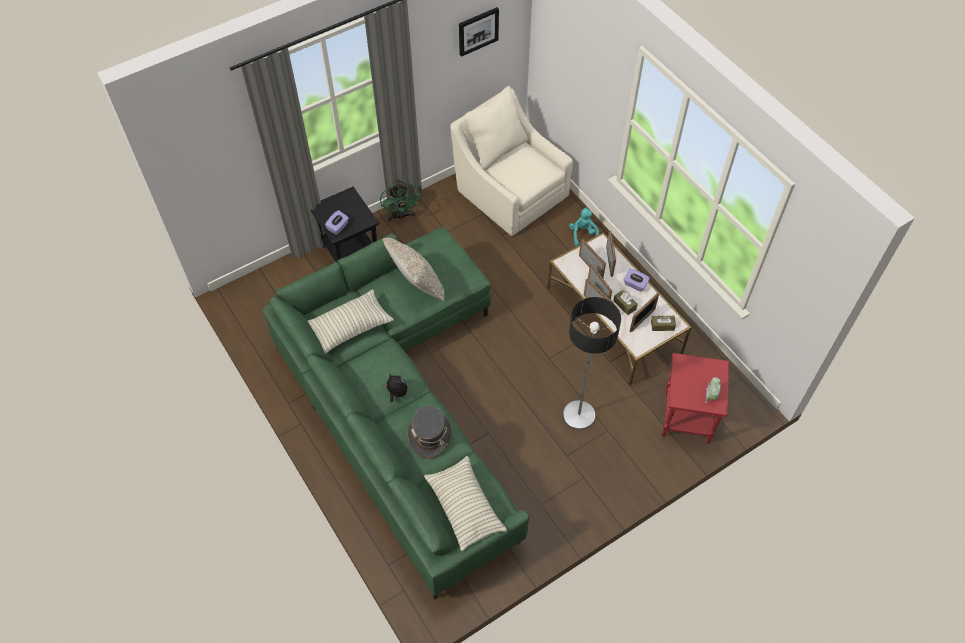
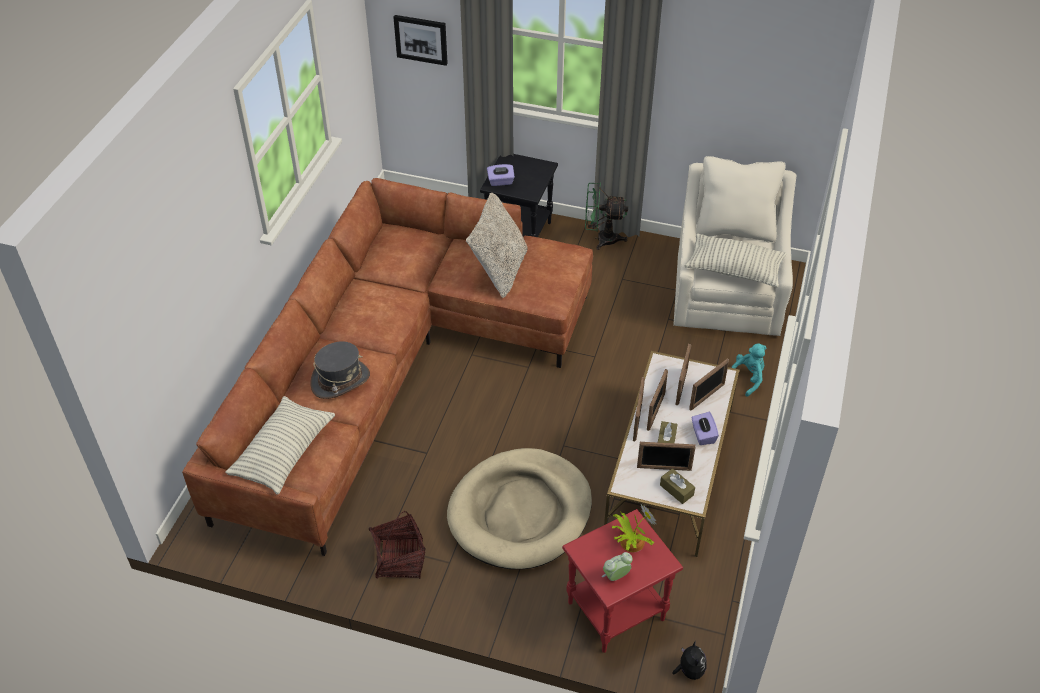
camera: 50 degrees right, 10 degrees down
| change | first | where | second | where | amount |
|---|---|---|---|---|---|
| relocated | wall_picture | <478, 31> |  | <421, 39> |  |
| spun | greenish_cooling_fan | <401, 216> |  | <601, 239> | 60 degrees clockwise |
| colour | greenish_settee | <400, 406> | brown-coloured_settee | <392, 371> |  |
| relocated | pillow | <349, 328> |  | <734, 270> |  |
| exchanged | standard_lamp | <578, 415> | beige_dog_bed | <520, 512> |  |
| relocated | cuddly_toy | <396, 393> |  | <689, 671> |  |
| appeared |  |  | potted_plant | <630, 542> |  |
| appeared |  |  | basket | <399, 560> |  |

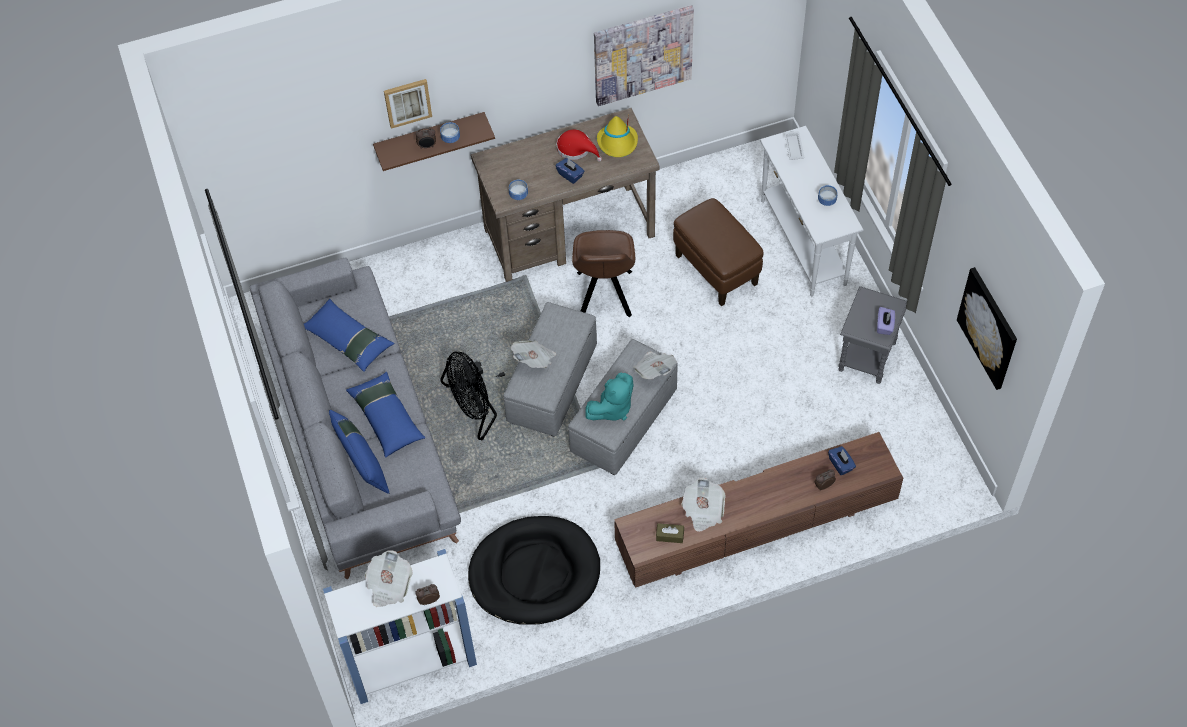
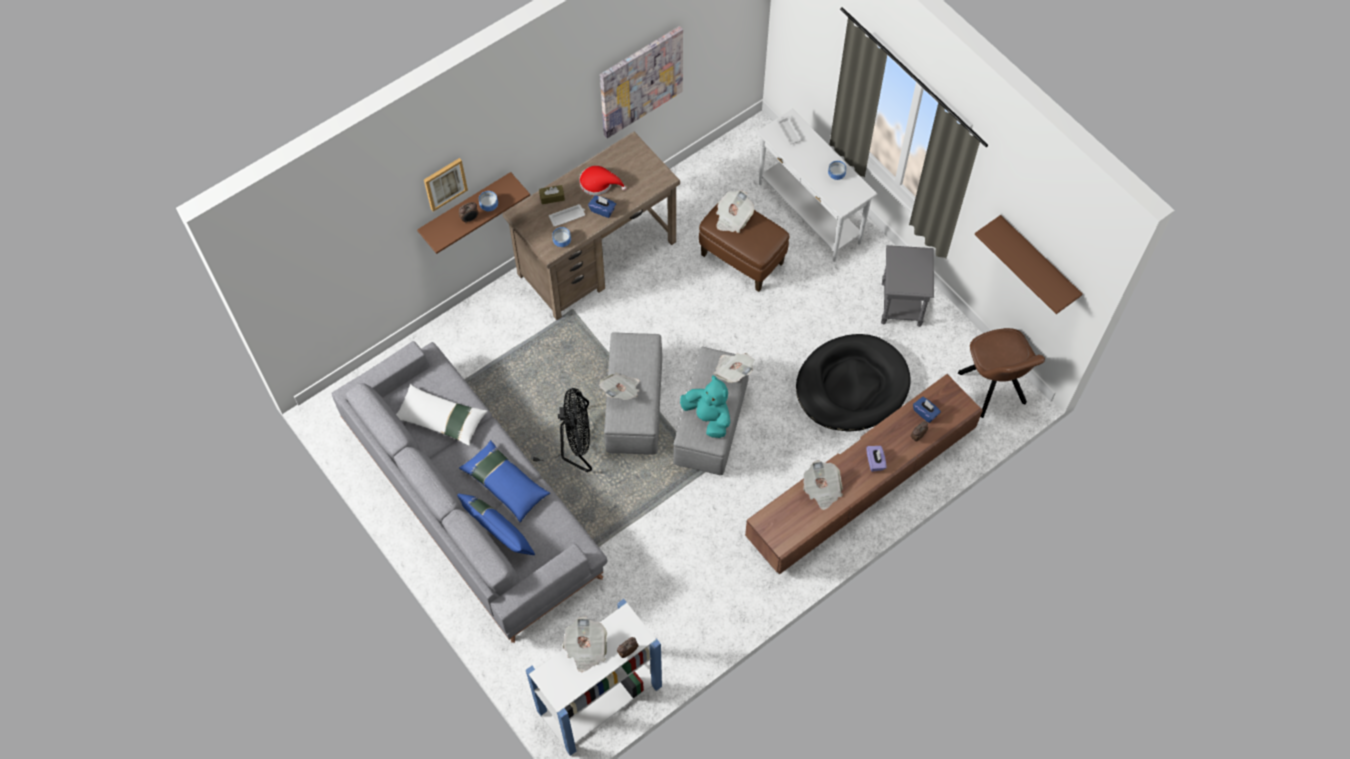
camera: 20 degrees left, 5 degrees up
| change | first | where | second | where | amount |
|---|---|---|---|---|---|
| missing | yellowish_clothing_hat | <617, 143> |  |  |  |
| relocated | brown-coloured_upright_chair | <604, 294> |  | <992, 388> |  |
| exchanged | wall_picture | <988, 328> | brown-coloured_bracket_shelf | <1037, 262> |  |
| colour | blue-coloured_pillow | <348, 340> | whitish_pillow | <441, 419> |  |
| relocated | purplish_tissue_holder | <884, 326> |  | <875, 462> |  |
| spun | black-coloured_cooling_fan | <476, 404> |  | <572, 443> | 135 degrees counterclockwise |
| spun | turquoise-coloured_cuddly_toy | <612, 408> |  | <708, 417> | 75 degrees counterclockwise |
| relocated | black-coloured_dog_bed | <534, 573> |  | <852, 386> |  |
| relocated | brown-coloured_tissue_holder | <670, 536> |  | <552, 197> |  |
| appeared |  |  | daily_paper | <732, 218> |  |
| appeared |  |  | whitish_serving_tray | <568, 216> |  |

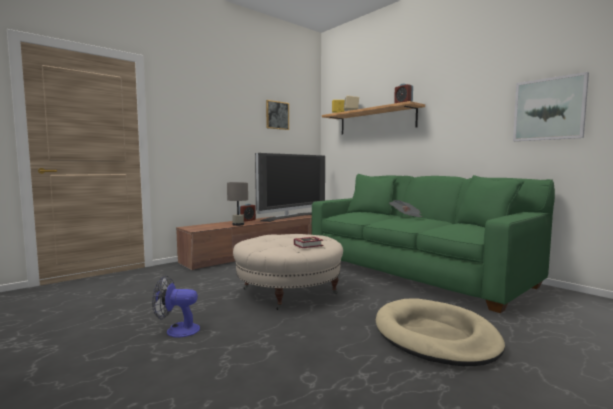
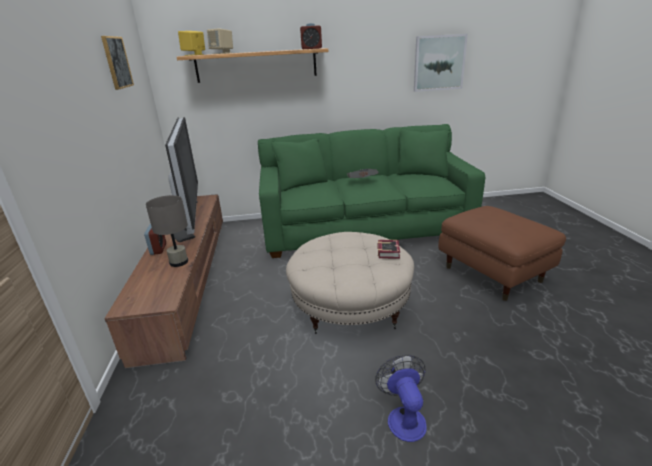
camera: 55 degrees left, 20 degrees up
| change | first | where | second | where | amount |
|---|---|---|---|---|---|
| spun | cooling_fan | <177, 330> |  | <404, 417> | 135 degrees clockwise |
| exchanged | beige_dog_bed | <435, 336> | brown-coloured_footrest | <493, 275> |  |

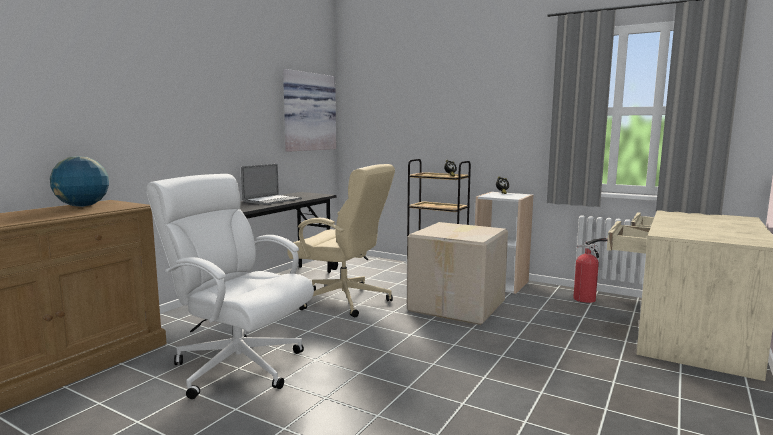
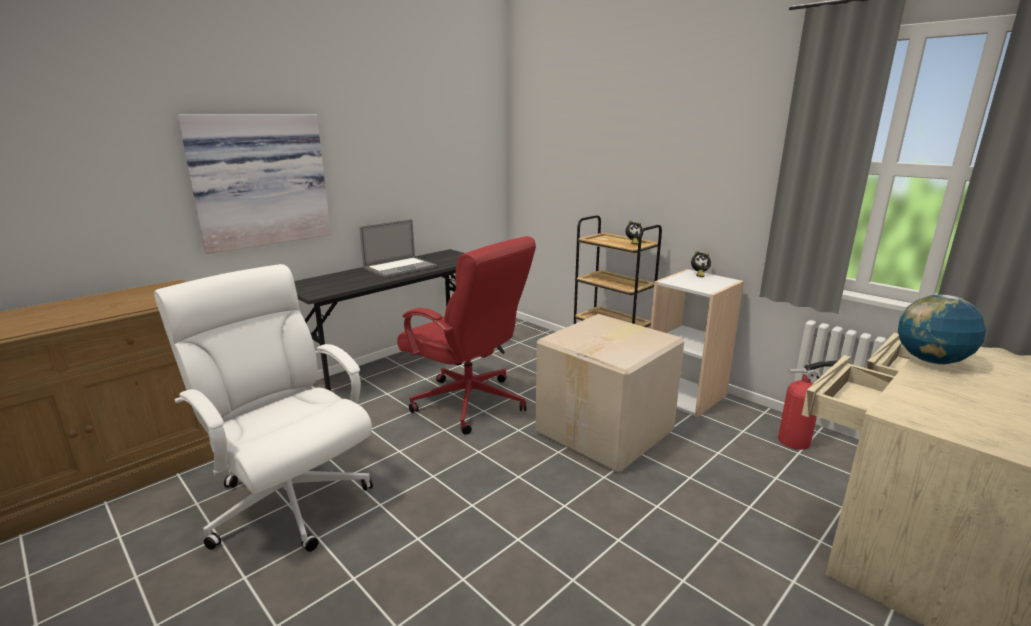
camera: 15 degrees right, 10 degrees up
| change | first | where | second | where | amount |
|---|---|---|---|---|---|
| relocated | wall_picture | <308, 112> |  | <260, 180> |  |
| relocated | world_globe | <82, 206> |  | <931, 360> |  |
| colour | beige_computer_chair | <343, 300> | reddish_computer_chair | <469, 402> |  |

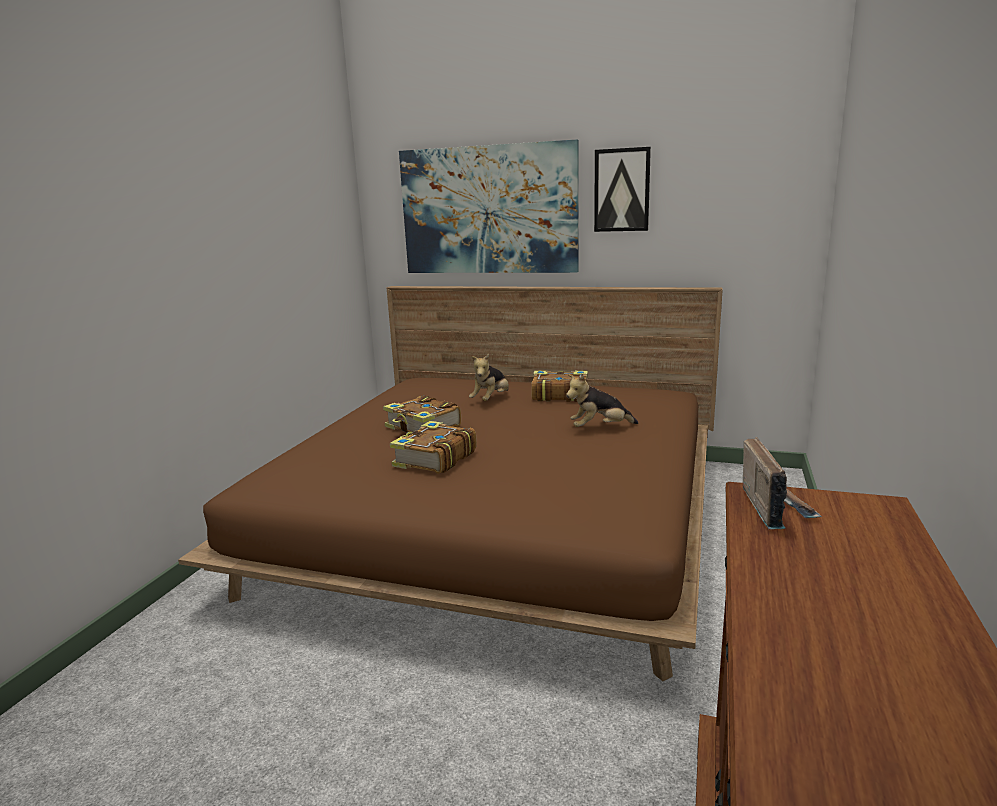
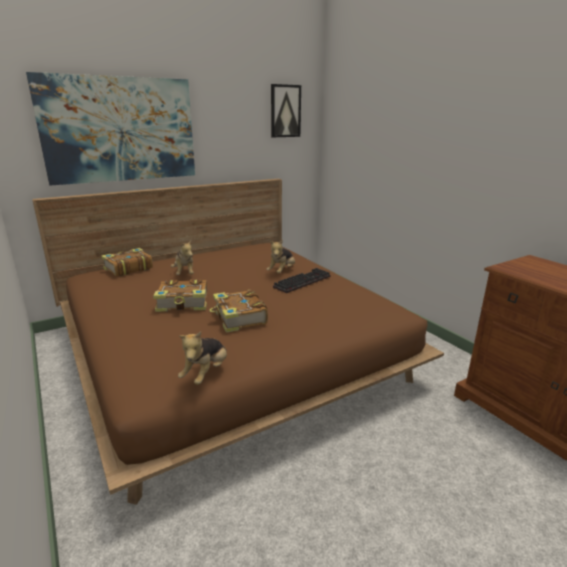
camera: 50 degrees left, 5 degrees up
| change | first | where | second | where | amount |
|---|---|---|---|---|---|
| relocated | wall_picture | <622, 190> |  | <285, 111> |  |
| relocated | book | <558, 395> |  | <128, 269> |  |
| missing | radio_set | <774, 508> |  |  |  |
| appeared |  |  | computer_keyboard | <302, 281> |  |
| appeared |  |  | cuddly_toy | <206, 373> |  |

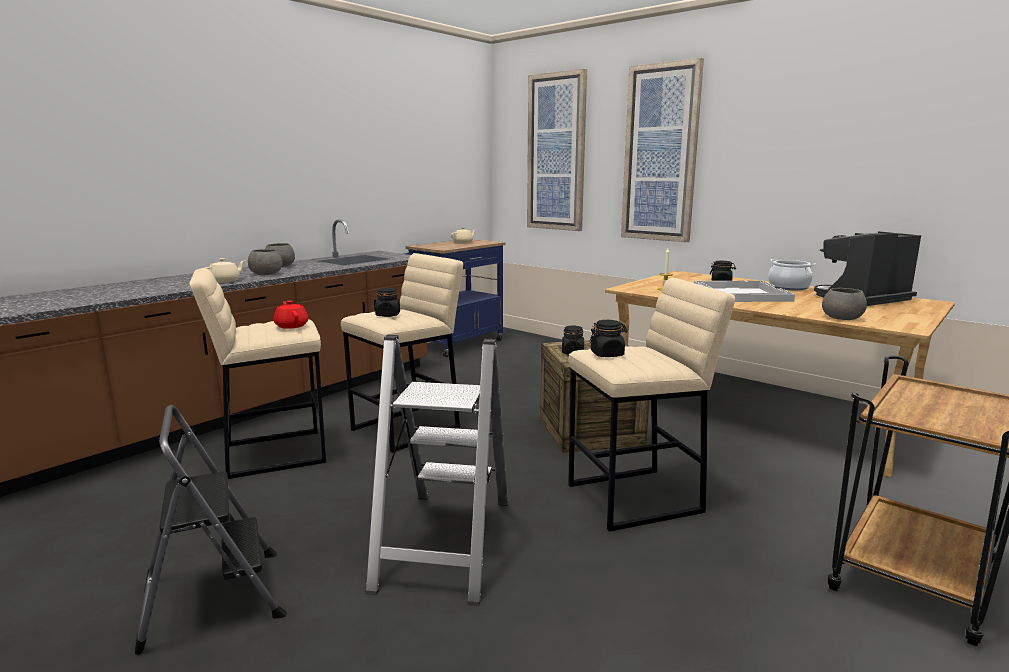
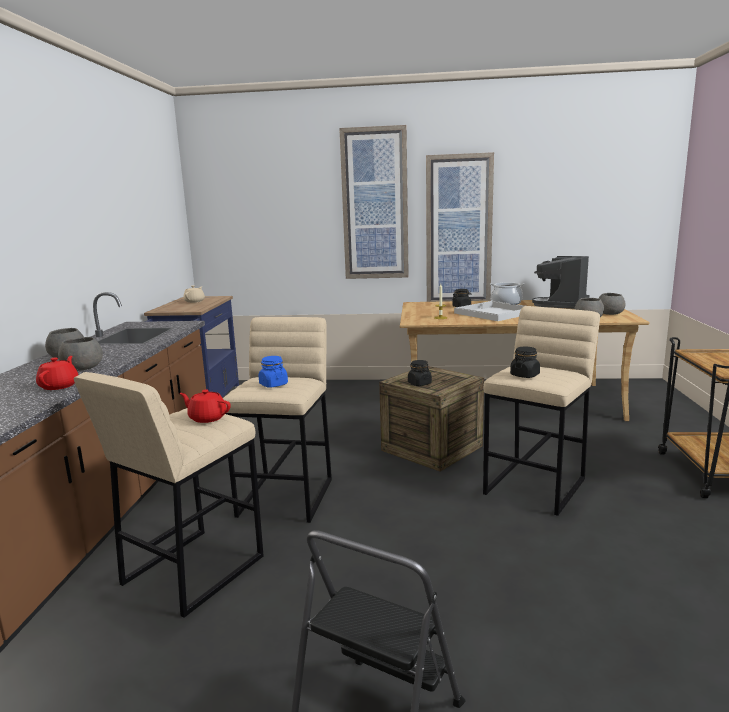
camera: 35 degrees left, 0 degrees up
| change | first | where | second | where | amount |
|---|---|---|---|---|---|
| relocated | wall_picture | <556, 153> |  | <458, 231> |  |
| colour | beige_tea_pot | <225, 281> | reddish_tea_pot | <59, 386> |  |
| colour | black-coloured_preserve_jar | <388, 315> | blue-coloured_preserve_jar | <273, 384> |  |
| missing | gray_step_stool | <444, 544> |  |  |  |
| appeared |  |  | gray_bowl | <609, 313> |  |

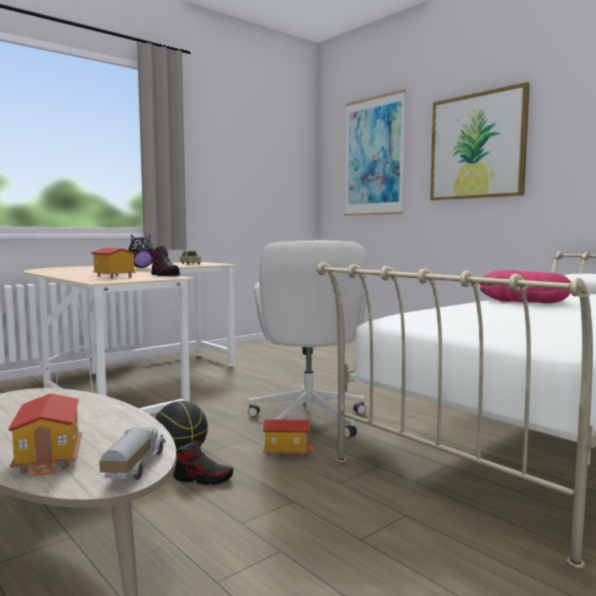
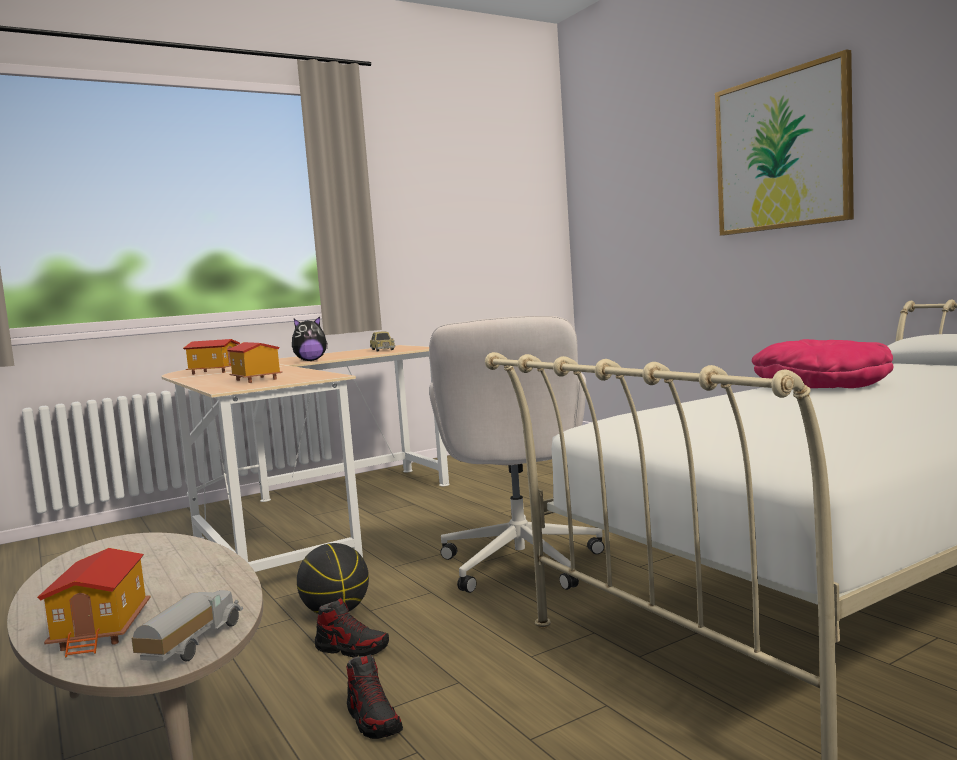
camera: 10 degrees right, 0 degrees up
| change | first | where | second | where | amount |
|---|---|---|---|---|---|
| missing | wall_picture | <374, 157> |  |  |  |
| relocated | item_of_footwear | <165, 275> |  | <373, 719> |  |
| relocated | miniature_house | <287, 451> |  | <215, 372> |  |

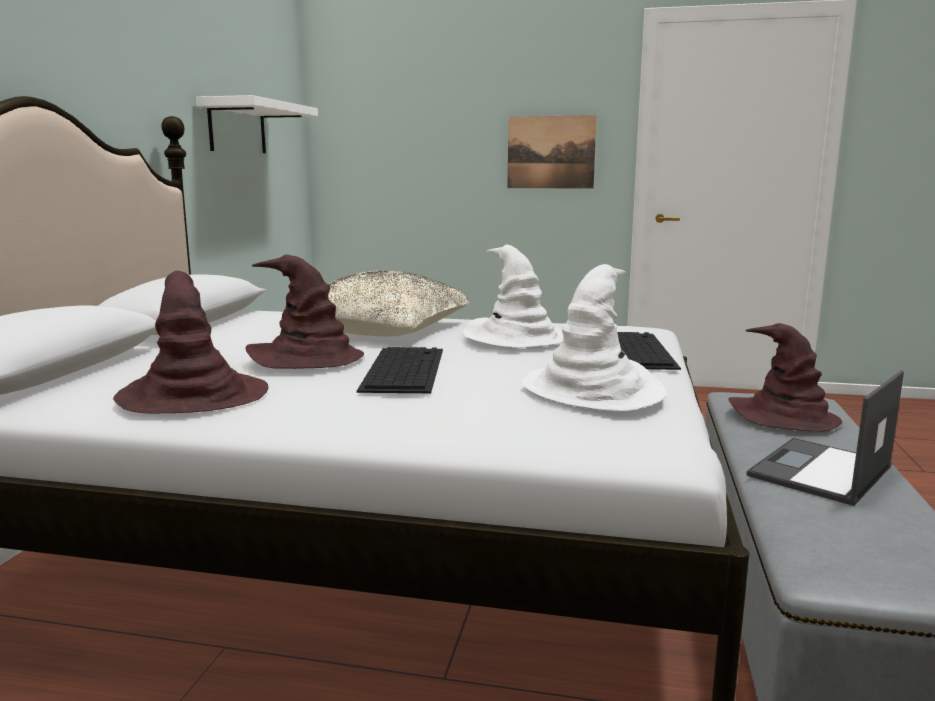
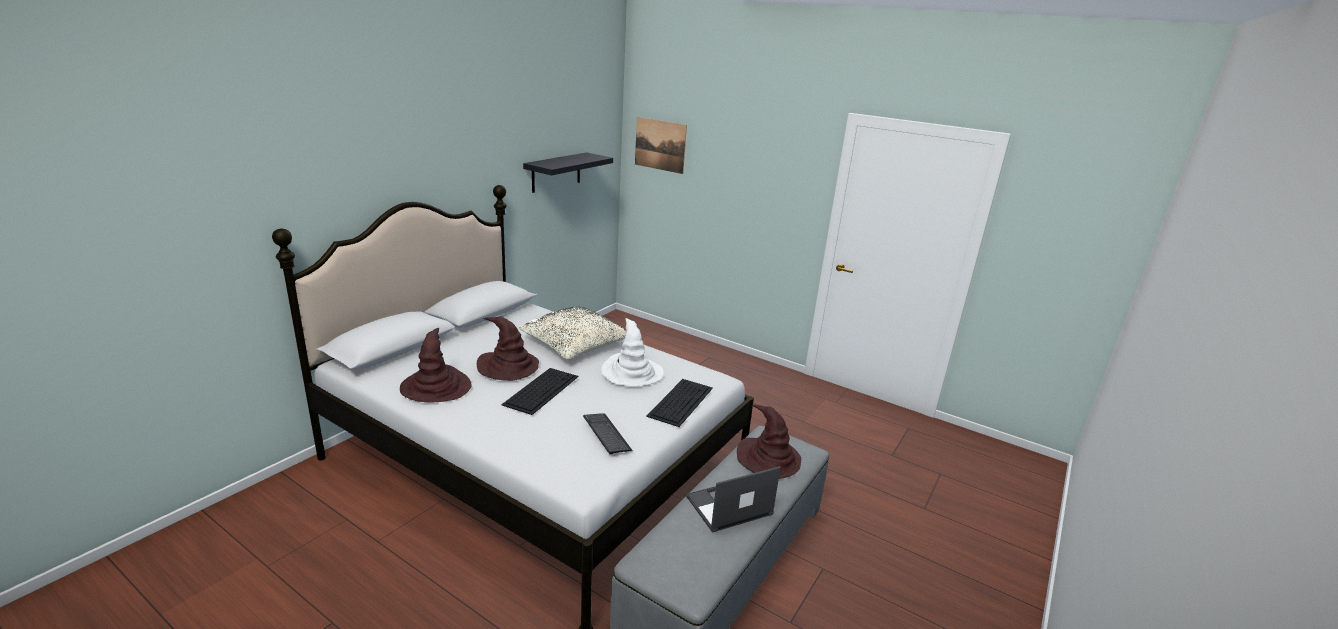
camera: 20 degrees right, 10 degrees up
| change | first | where | second | where | amount |
|---|---|---|---|---|---|
| colour | whitish_bracket_shelf | <237, 127> | black-coloured_bracket_shelf | <556, 172> |  |
| relocated | wall_picture | <551, 152> |  | <660, 145> |  |
| exchanged | whitish_clothing_hat | <594, 389> | computer_keyboard | <606, 434> |  |

